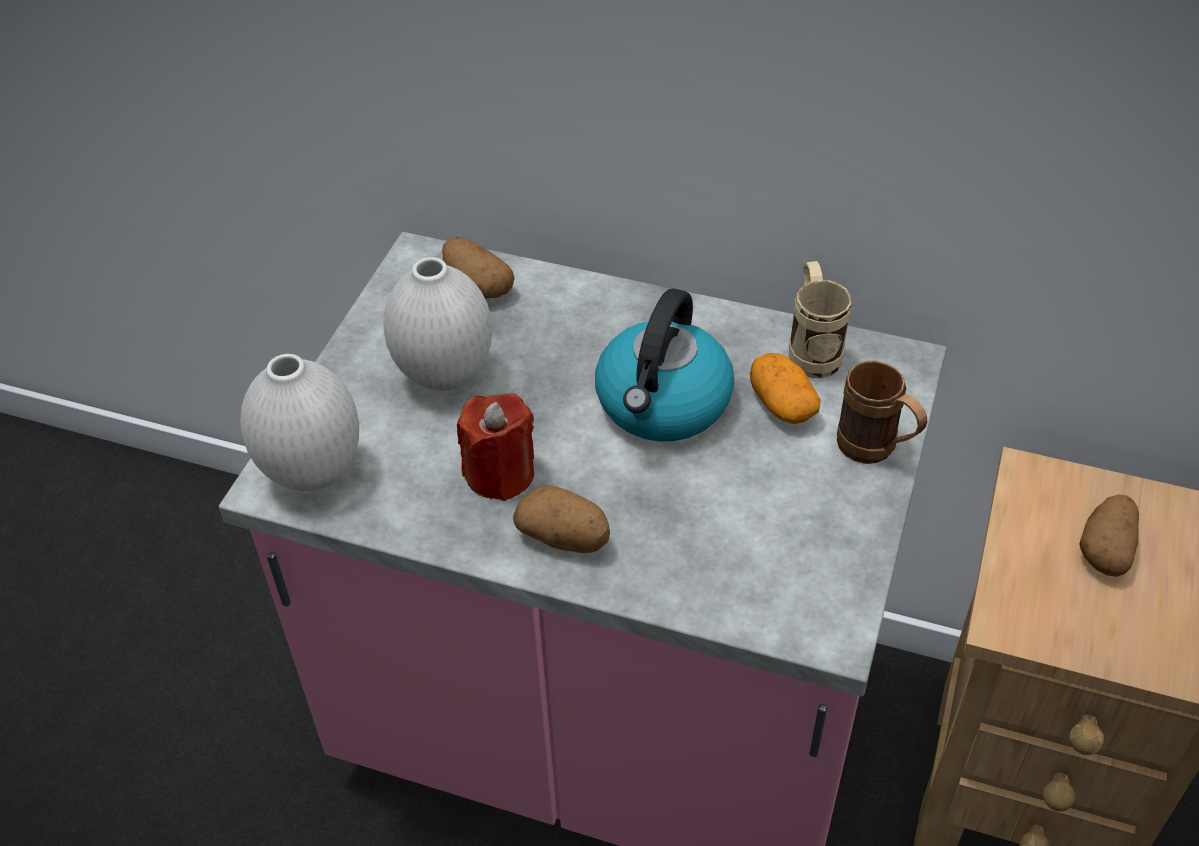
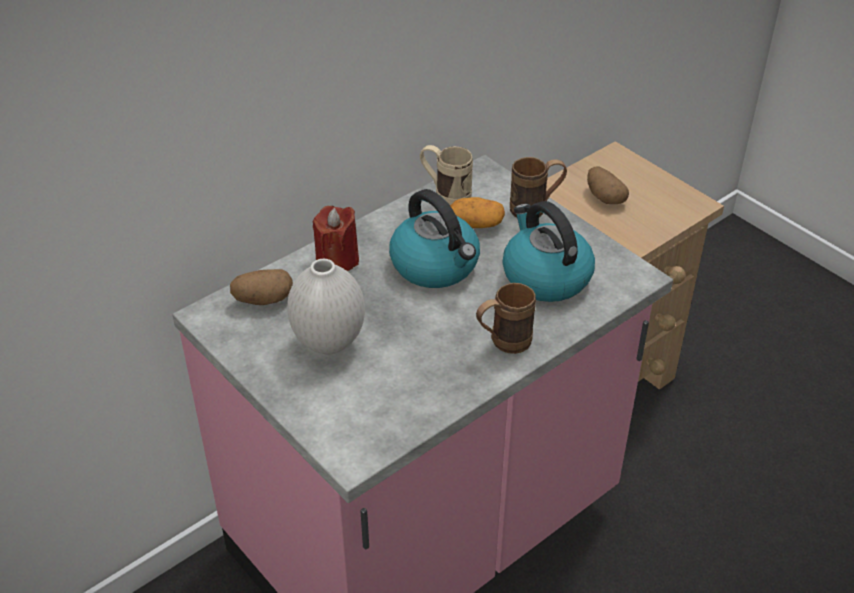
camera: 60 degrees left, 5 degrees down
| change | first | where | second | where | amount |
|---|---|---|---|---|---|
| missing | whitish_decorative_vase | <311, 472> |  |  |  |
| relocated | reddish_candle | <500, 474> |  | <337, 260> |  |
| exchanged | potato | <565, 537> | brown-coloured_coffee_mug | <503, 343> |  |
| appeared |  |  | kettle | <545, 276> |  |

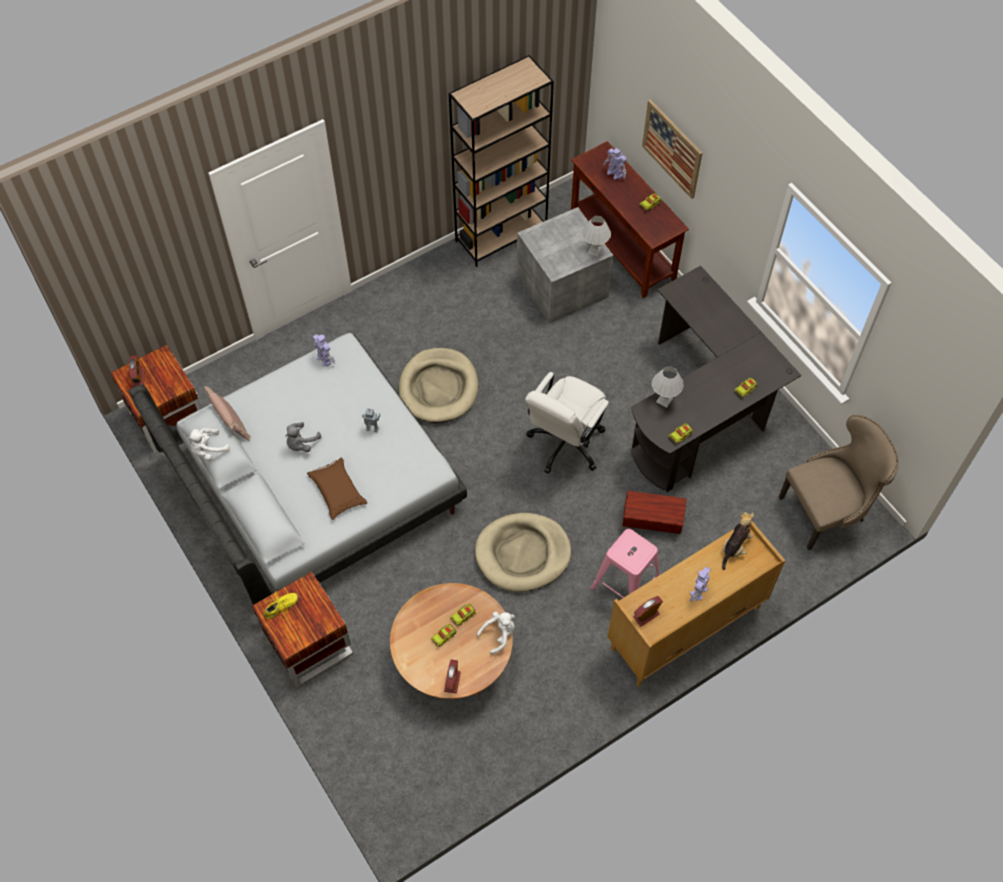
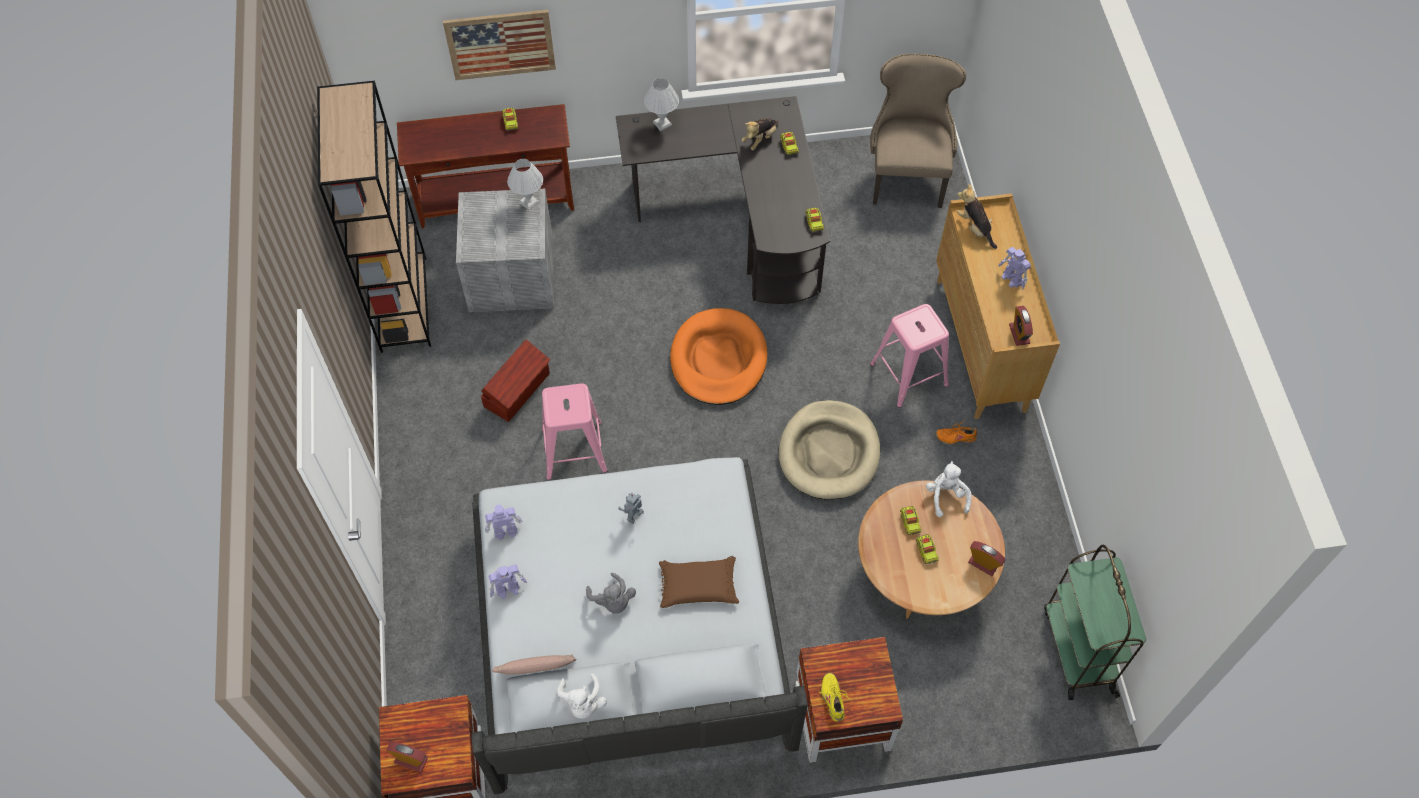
camera: 65 degrees left, 0 degrees up
| change | first | where | second | where | amount |
|---|---|---|---|---|---|
| relocated | model_robot | <614, 174> |  | <508, 589> |  |
| exchanged | beige_dog_bed | <438, 388> | pink-coloured_sitting_stool | <574, 450> |  |
| relocated | whitish_table_lamp | <663, 400> |  | <662, 124> |  |
| exchanged | whitish_computer_chair | <564, 447> | orangey_dog_bed | <718, 360> |  |
| relocated | brown-coloured_storage_container | <653, 519> |  | <518, 390> |  |
| appeared |  |  | cuddly_toy | <760, 139> |  |
| appeared |  |  | orangey_item_of_footwear | <955, 437> |  |
| appeared |  |  | greenish_wheeled_cart | <1078, 648> |  |

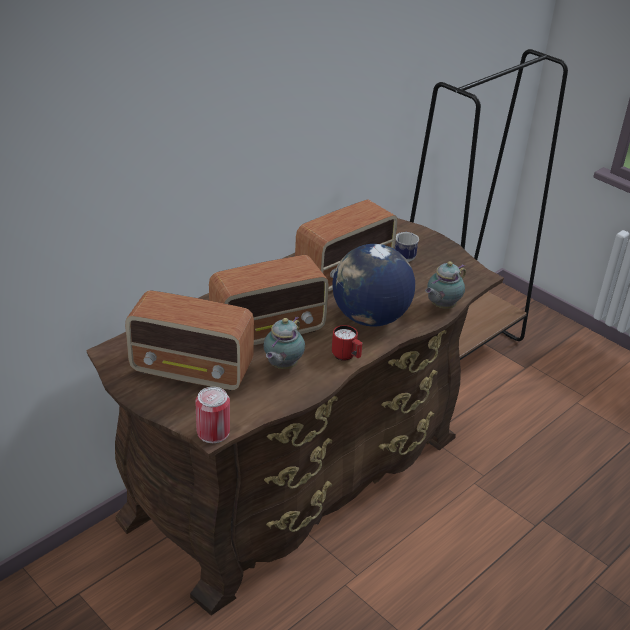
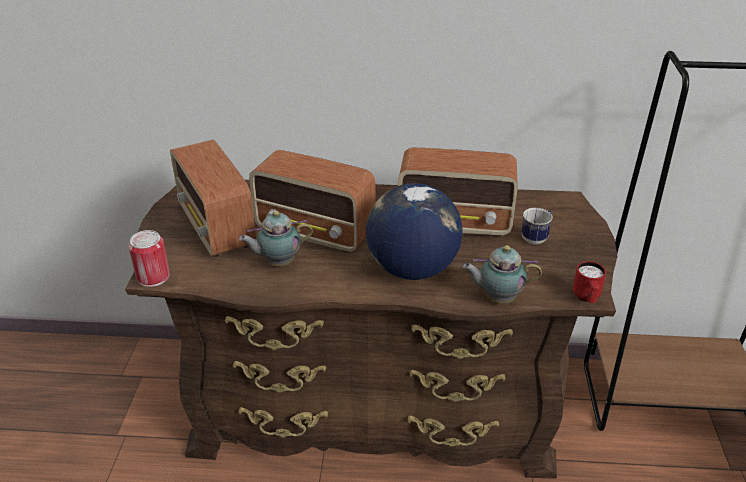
camera: 50 degrees right, 0 degrees up
| change | first | where | second | where | amount |
|---|---|---|---|---|---|
| relocated | reddish_coffee_mug | <346, 357> |  | <586, 298> |  |

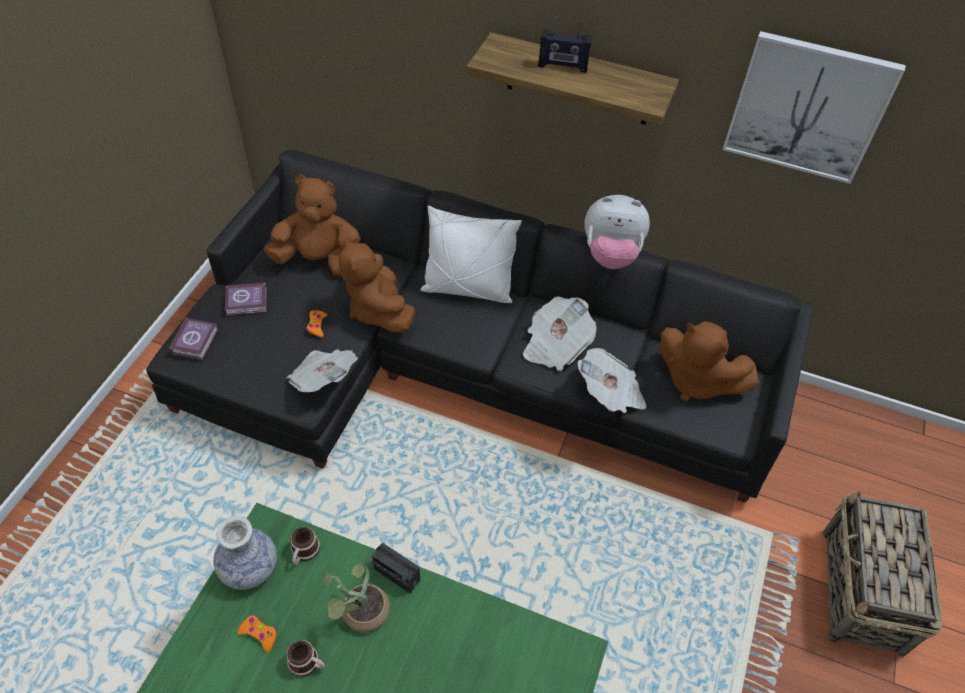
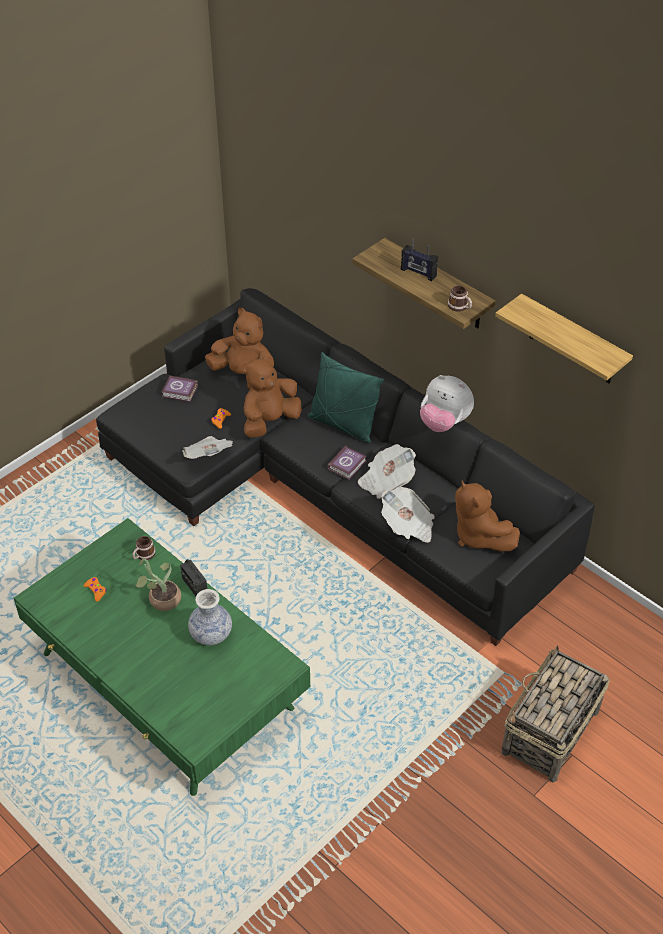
camera: 25 degrees right, 5 degrees down
| change | first | where | second | where | amount |
|---|---|---|---|---|---|
| exchanged | wall_picture | <807, 107> | bracket_shelf | <572, 341> |  |
| colour | whitish_pillow | <468, 289> | greenish_pillow | <343, 425> |  |
| spun | brown-coloured_cuddly_toy | <378, 310> |  | <269, 421> | 45 degrees clockwise |
| relocated | book | <196, 341> |  | <348, 465> |  |
| relocated | decorative_vase | <249, 568> |  | <211, 634> |  |
| relocated | coffee_mug | <307, 663> |  | <460, 307> |  |

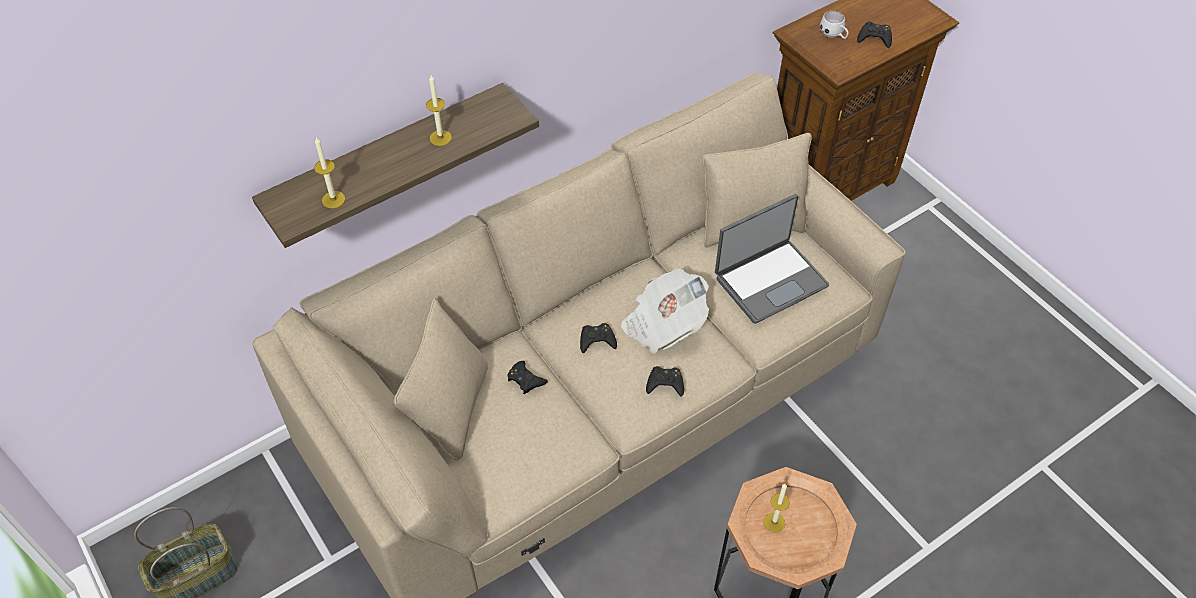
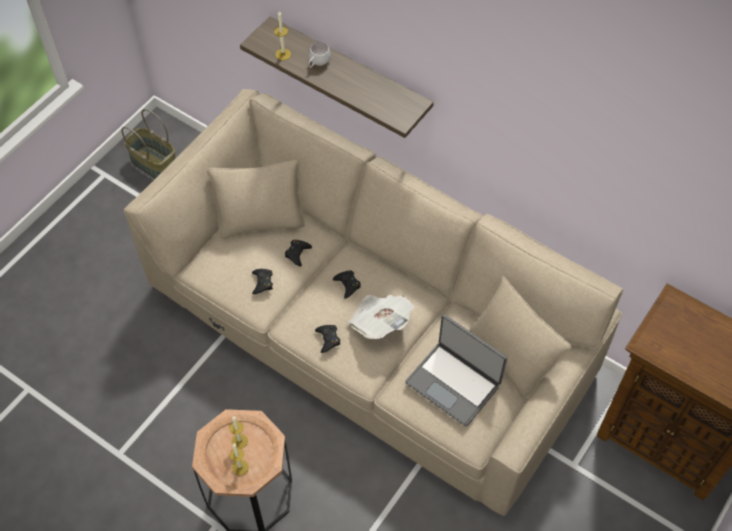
camera: 70 degrees right, 5 degrees up
| change | first | where | second | where | amount |
|---|---|---|---|---|---|
| relocated | whitish_coffee_mug | <833, 36> |  | <317, 63> |  |
| relocated | black-coloured_gamepad | <874, 38> |  | <262, 282> |  |
| relocated | candle | <440, 138> |  | <240, 467> |  |

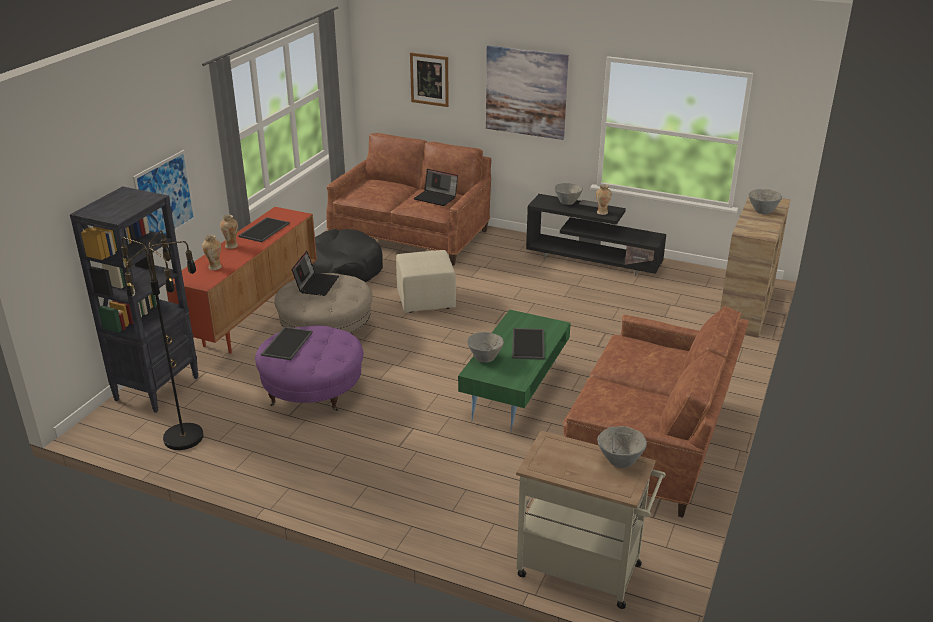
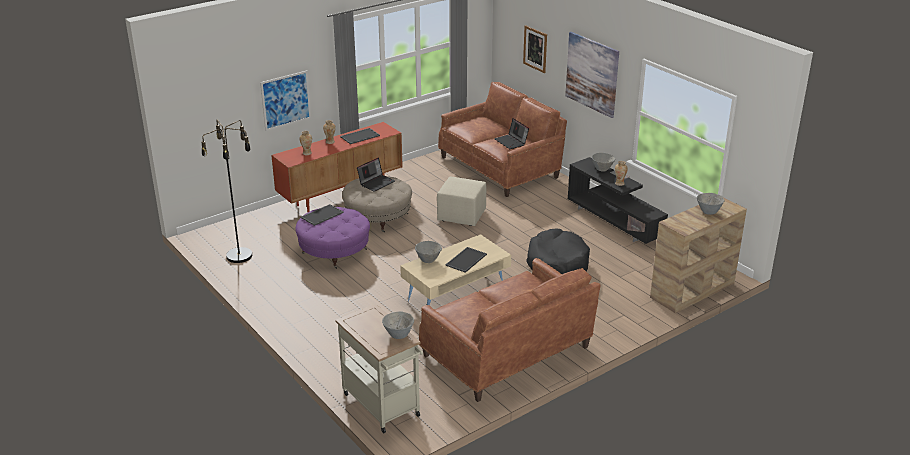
camera: 30 degrees right, 0 degrees up
| change | first | where | second | where | amount |
|---|---|---|---|---|---|
| missing | black-coloured_bookshelf | <158, 388> |  |  |  |
| relocated | black-coloured_dog_bed | <345, 267> |  | <557, 265> |  |
| colour | greenish_low_table | <515, 392> | beige_low_table | <456, 293> |  |

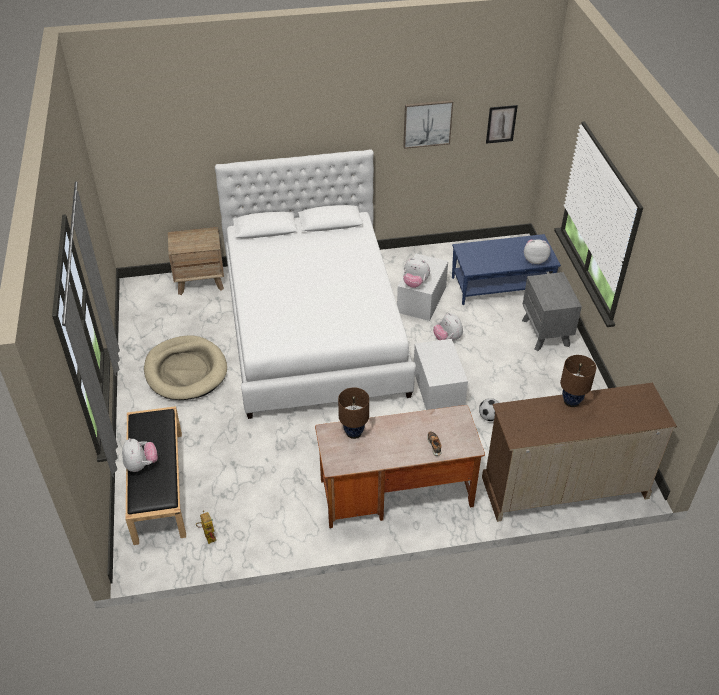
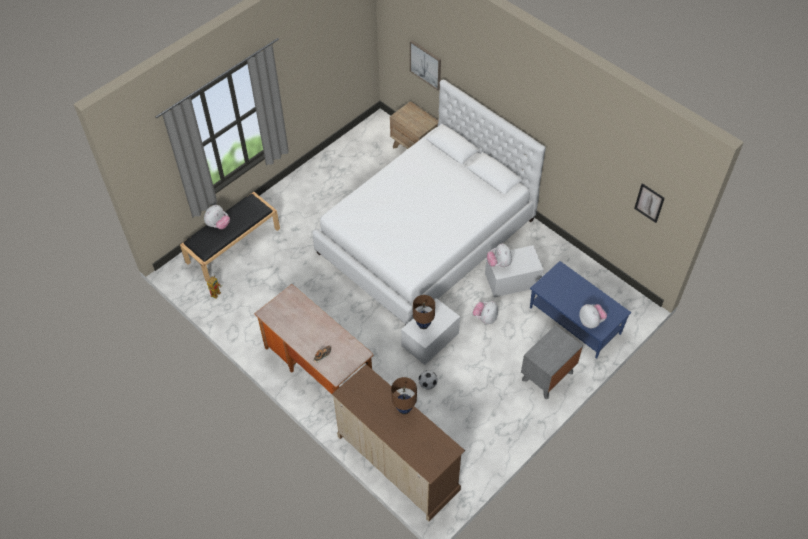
camera: 55 degrees right, 10 degrees up
| change | first | where | second | where | amount |
|---|---|---|---|---|---|
| relocated | wall_picture | <427, 123> |  | <426, 64> |  |
| missing | beige_dog_bed | <185, 371> |  |  |  |
| relocated | brown-coloured_table_lamp | <353, 433> |  | <423, 324> |  |

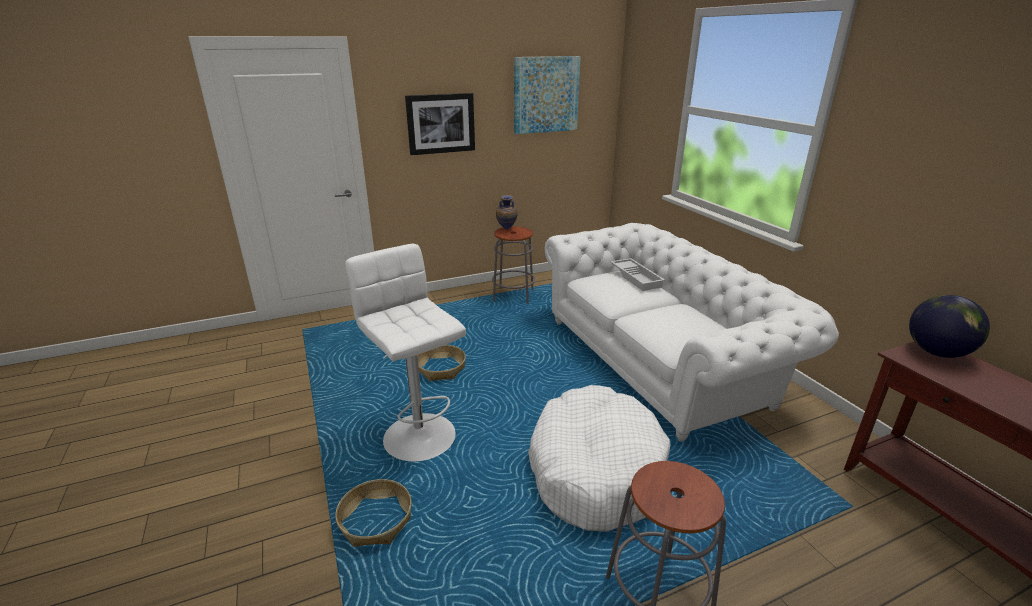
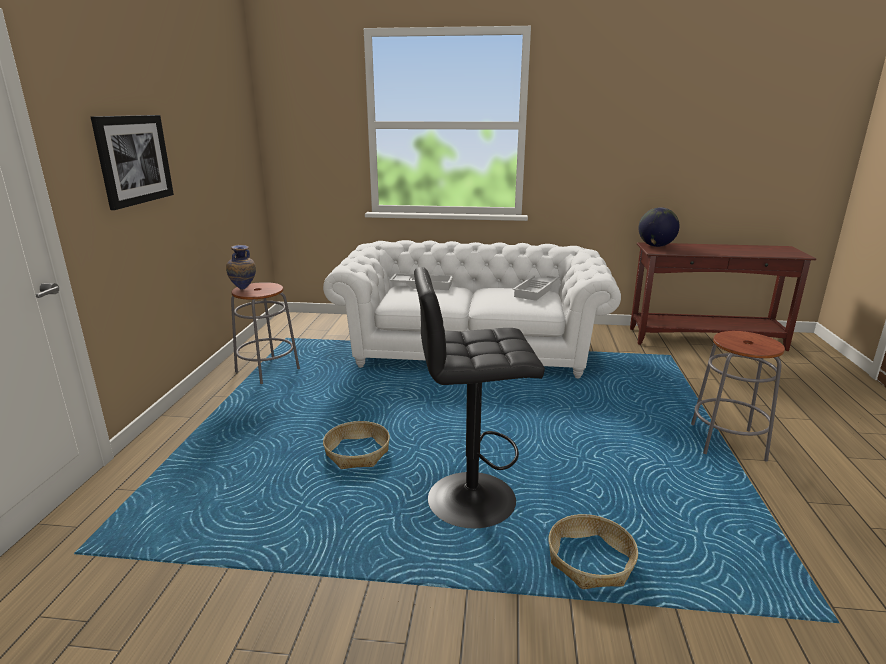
camera: 60 degrees left, 5 degrees down
| change | first | where | second | where | amount |
|---|---|---|---|---|---|
| missing | wall_picture | <546, 95> |  |  |  |
| colour | whitish_sitting_stool | <420, 436> | black-coloured_sitting_stool | <470, 499> |  |
| missing | whitish_dog_bed | <595, 469> |  |  |  |
| appeared |  |  | whitish_serving_tray | <536, 291> |  |

